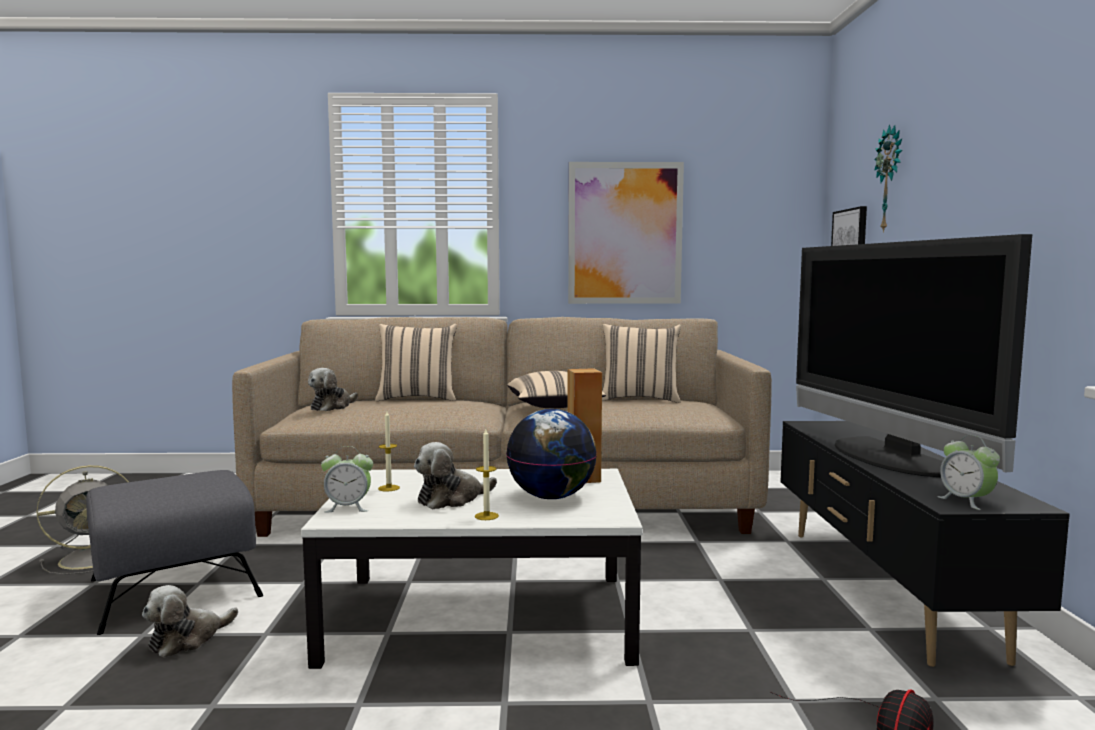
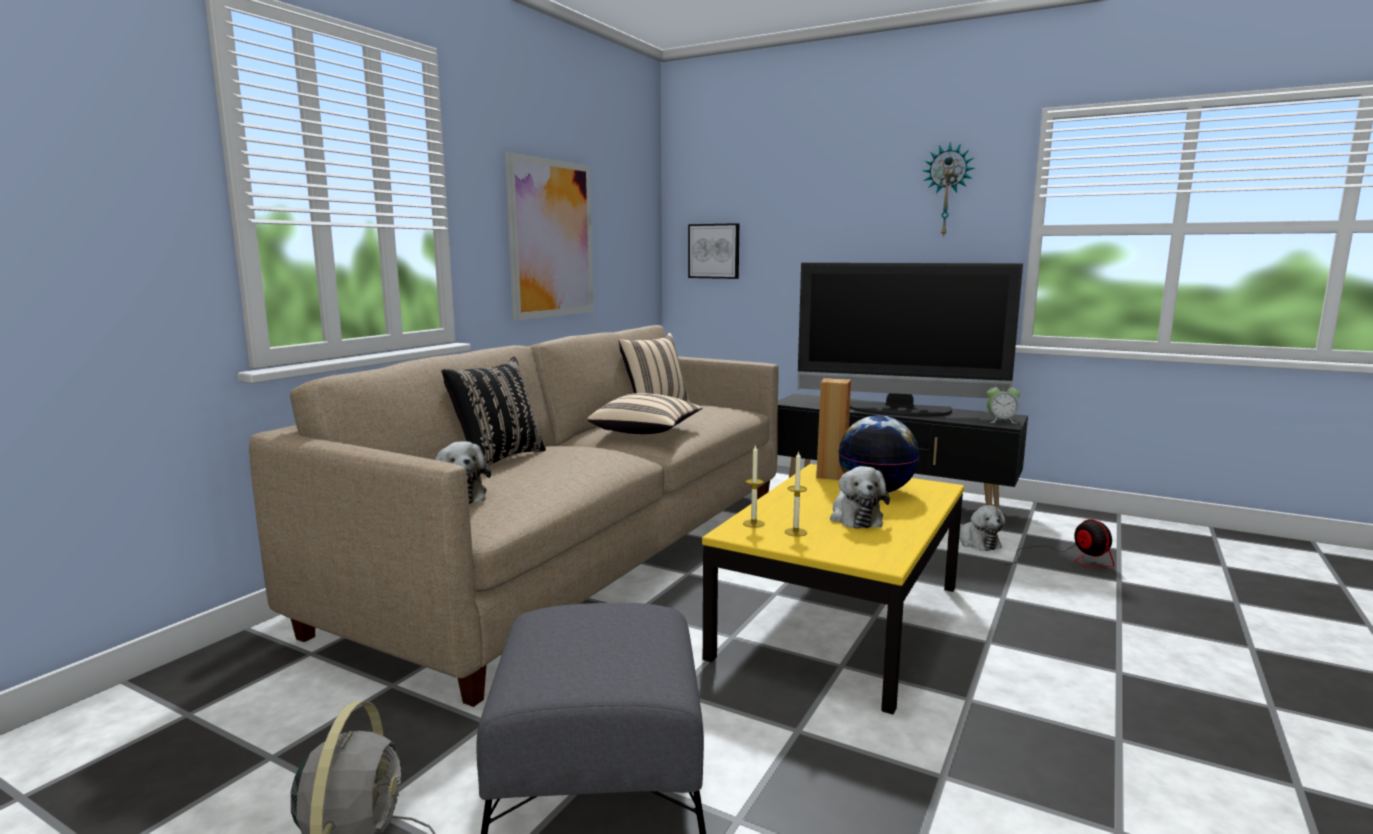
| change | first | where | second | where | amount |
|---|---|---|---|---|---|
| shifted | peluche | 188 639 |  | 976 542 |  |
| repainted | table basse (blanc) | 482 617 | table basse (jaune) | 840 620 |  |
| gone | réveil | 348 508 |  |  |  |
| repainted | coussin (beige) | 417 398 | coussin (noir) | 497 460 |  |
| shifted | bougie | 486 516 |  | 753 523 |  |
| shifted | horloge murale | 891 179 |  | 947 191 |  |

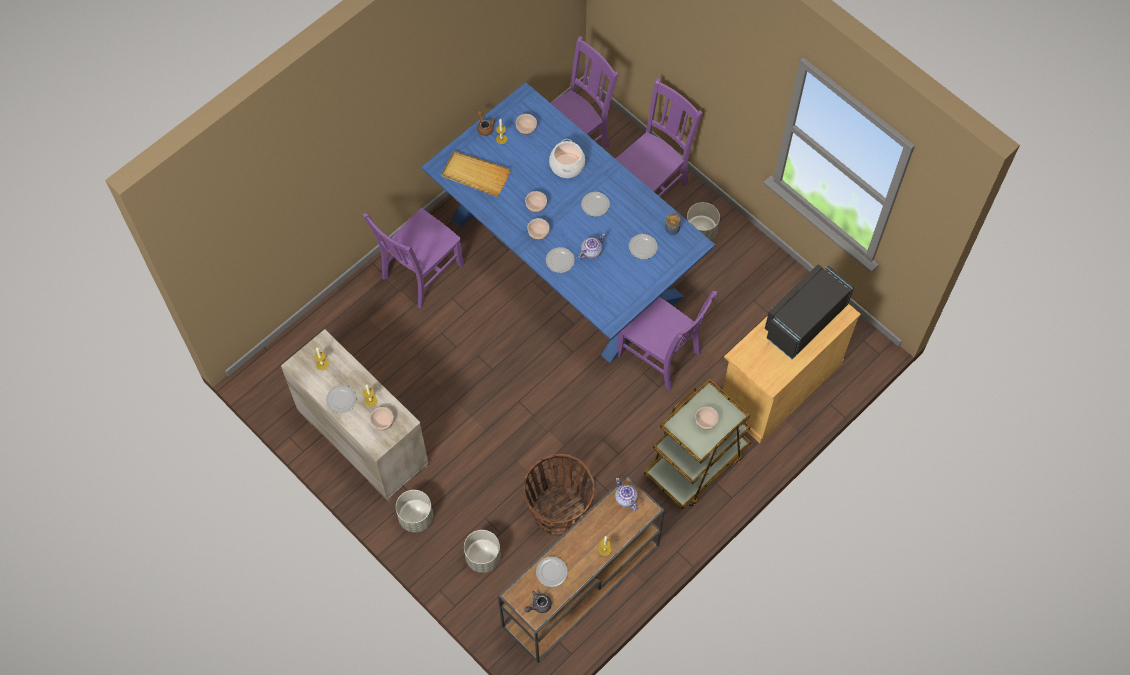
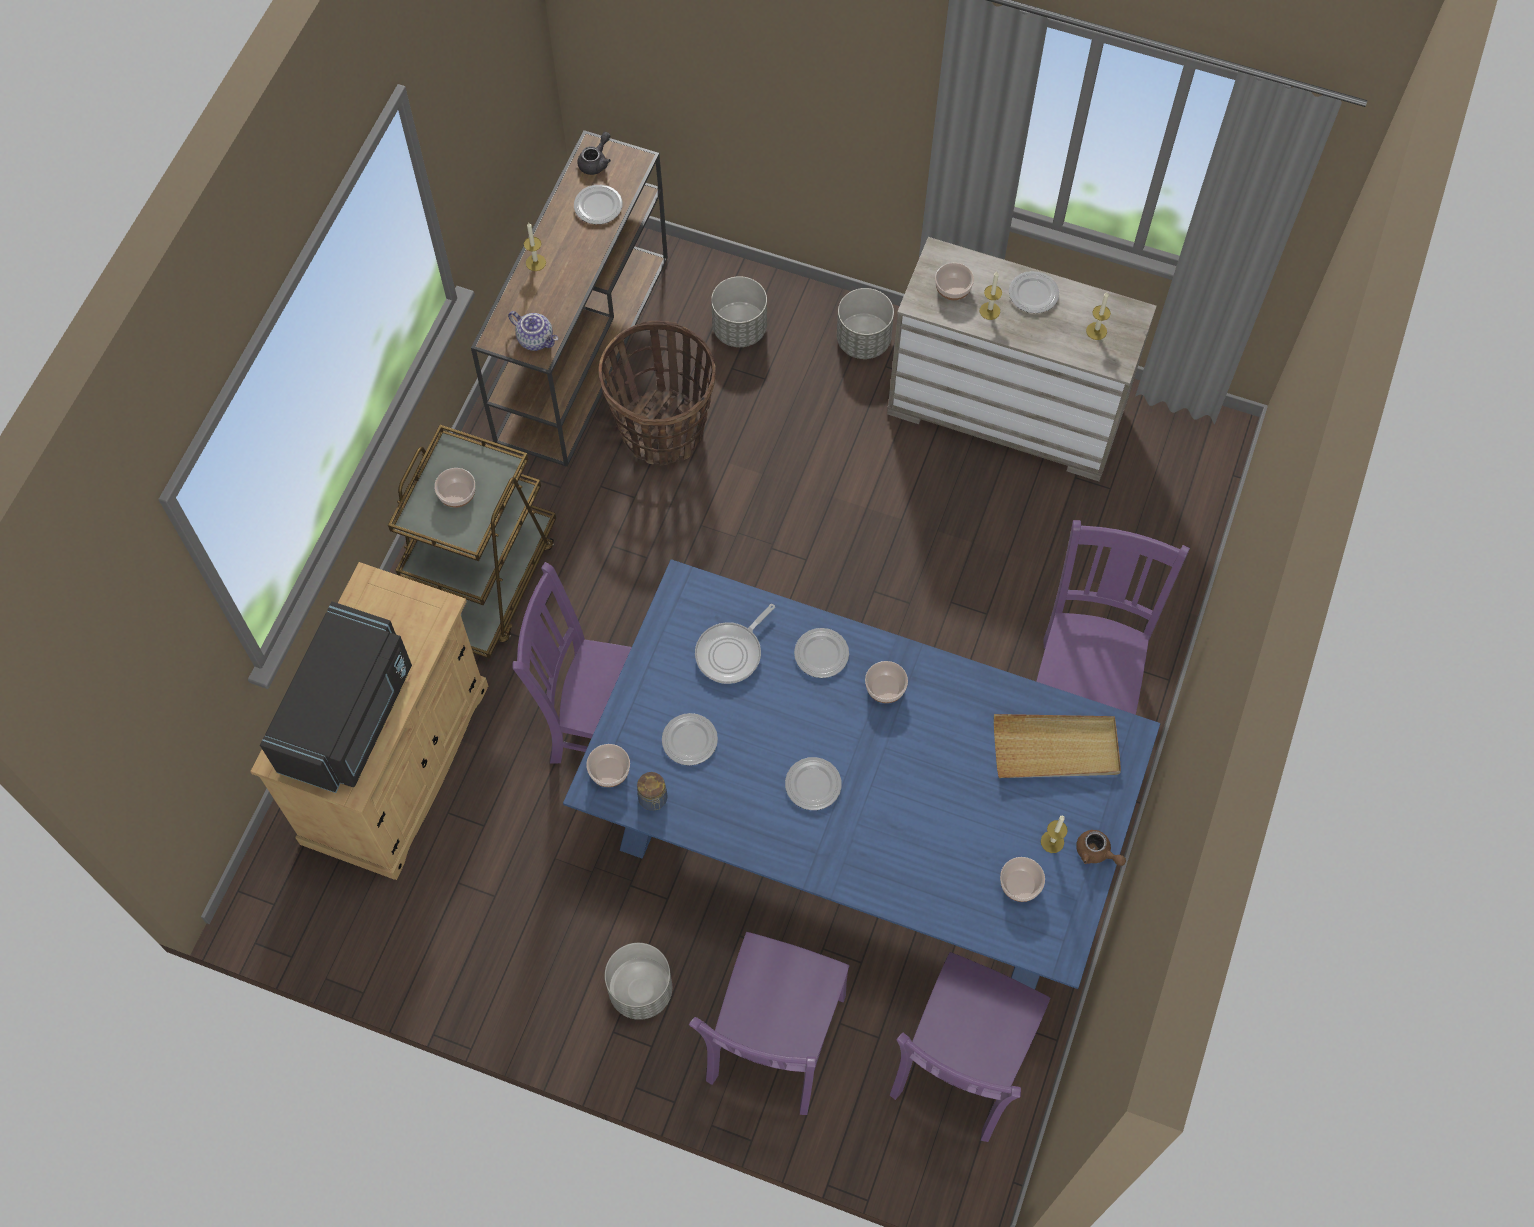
| change | first | where | second | where | amount |
|---|---|---|---|---|---|
| shifted | bol | 536 205 |  | 610 772 |  |
| gone | marmite | 567 165 |  |  |  |
| gone | théière | 591 251 |  |  |  |
| new |  |  | poêle | 731 652 |  |

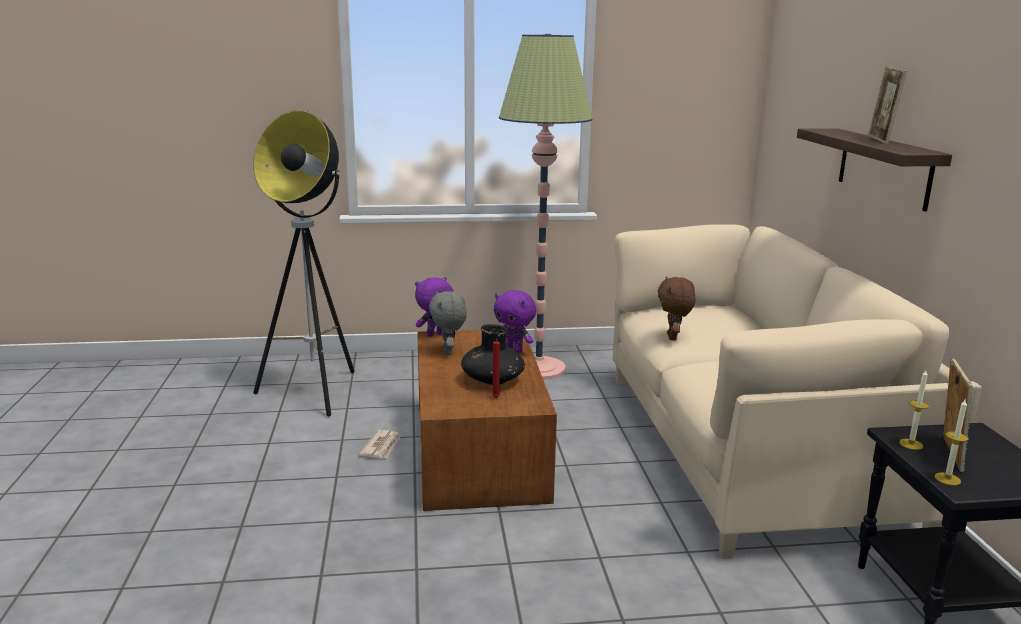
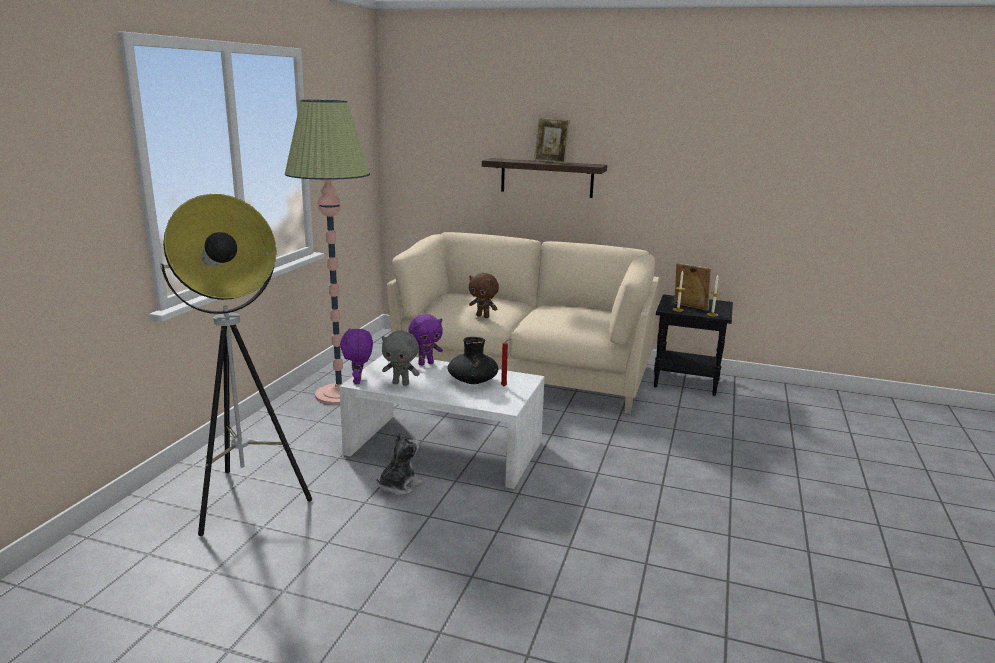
| change | first | where | second | where | amount |
|---|---|---|---|---|---|
| swapped | journal | 382 446 | peluche | 398 486 |  |
| repainted | table basse (marron) | 480 449 | table basse (blanc) | 445 448 |  |

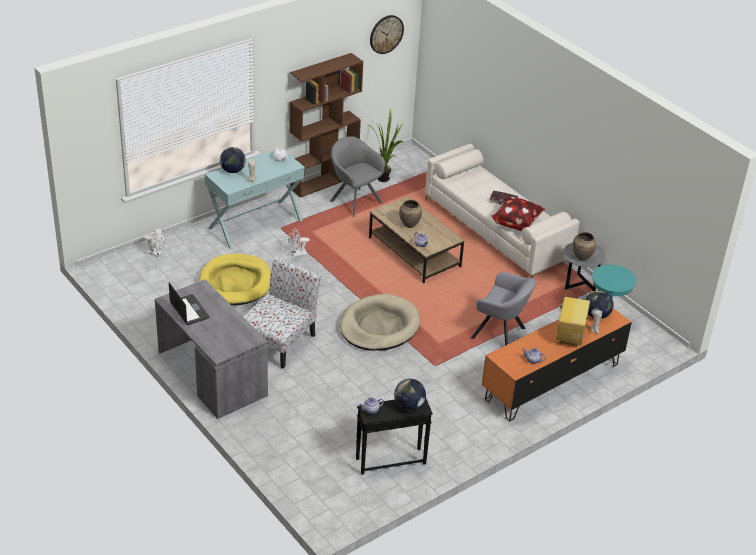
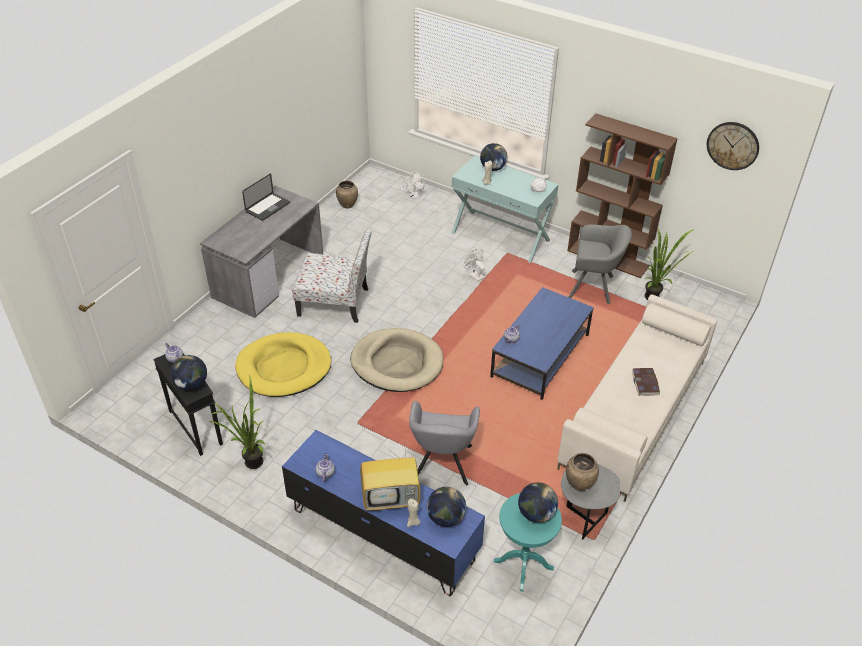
| change | first | where | second | where | amount |
|---|---|---|---|---|---|
| shifted | panier pour chien (jaune) | 235 282 |  | 284 368 |  |
| rotated | fauteuil (gris) | 354 200 |  | 594 288 | 75 degrees clockwise |
| repainted | table basse (marron) | 415 252 | table basse (bleu) | 540 356 |  |
| shifted | vase (marron) | 409 225 |  | 347 205 |  |
| repainted | meuble télé (orange) | 551 381 | meuble télé (bleu) | 382 534 |  |
| gone | coussin | 516 223 |  |  |  |
| new |  |  | plante en pot | 249 463 |  |
| new |  |  | globe | 536 514 |  |

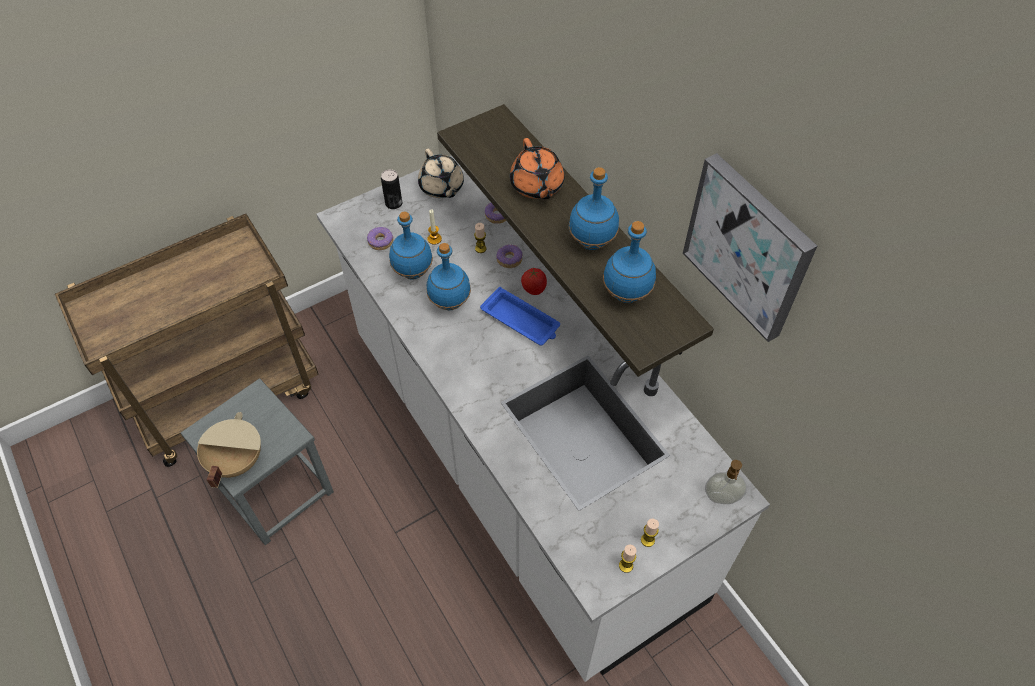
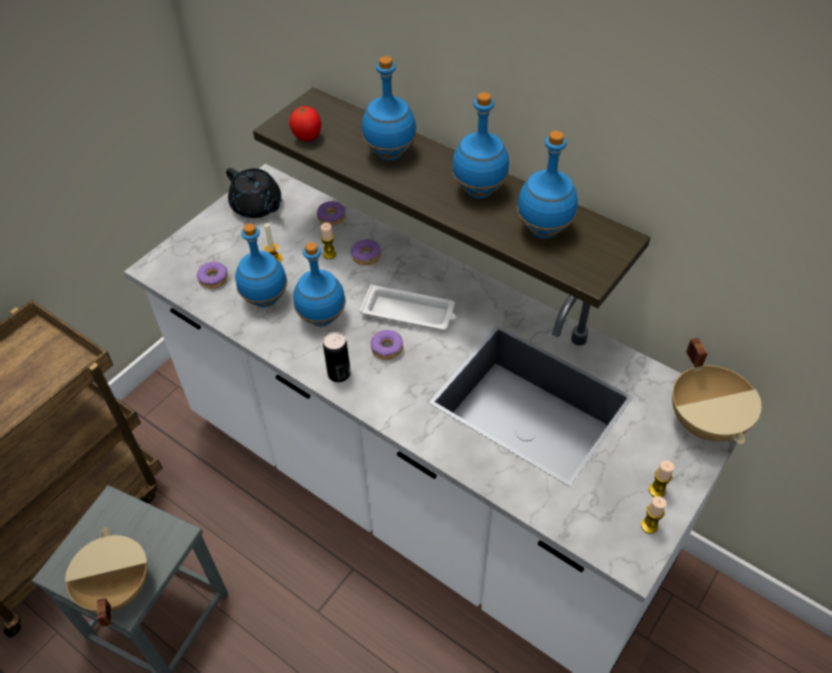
| change | first | where | second | where | amount |
|---|---|---|---|---|---|
| shifted | boîte métallique | 394 203 |  | 339 374 |  |
| repainted | théière (beige) | 442 187 | théière (noir) | 257 206 |  |
| repainted | plateau (bleu) | 521 321 | plateau (blanc) | 409 313 |  |
| swapped | théière (orange) | 537 186 | bouteille (bleu) | 391 153 |  |
| shifted | tomate | 534 290 |  | 307 138 |  |
| gone | tableau | 749 246 |  |  |  |
| swapped | distributeur de savon | 721 498 | marmite (beige) | 706 422 |  |
| new |  |  | beignet | 387 349 |  |

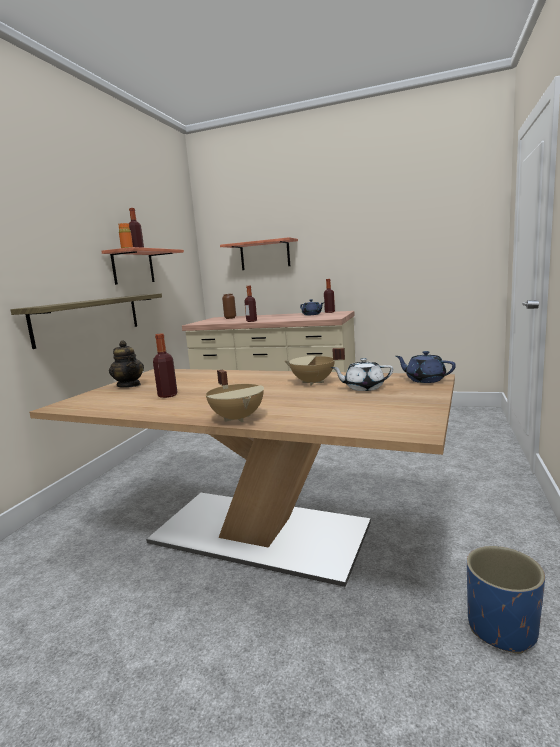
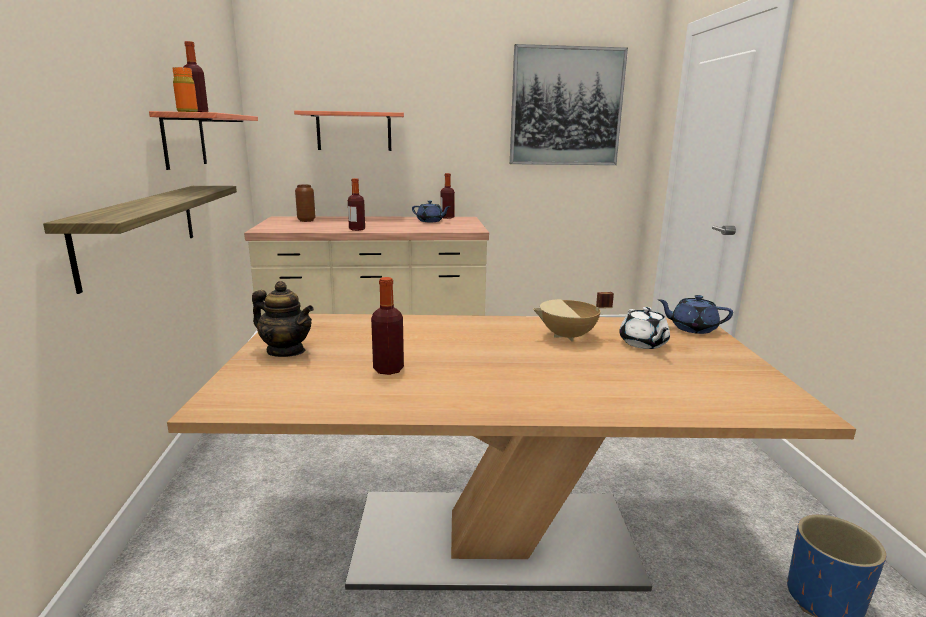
| change | first | where | second | where | amount |
|---|---|---|---|---|---|
| gone | marmite (beige) | 238 418 |  |  |  |
| rotated | théière (blanc) | 363 388 |  | 643 344 | 75 degrees counterclockwise |
| new |  |  | tableau | 566 107 |  |

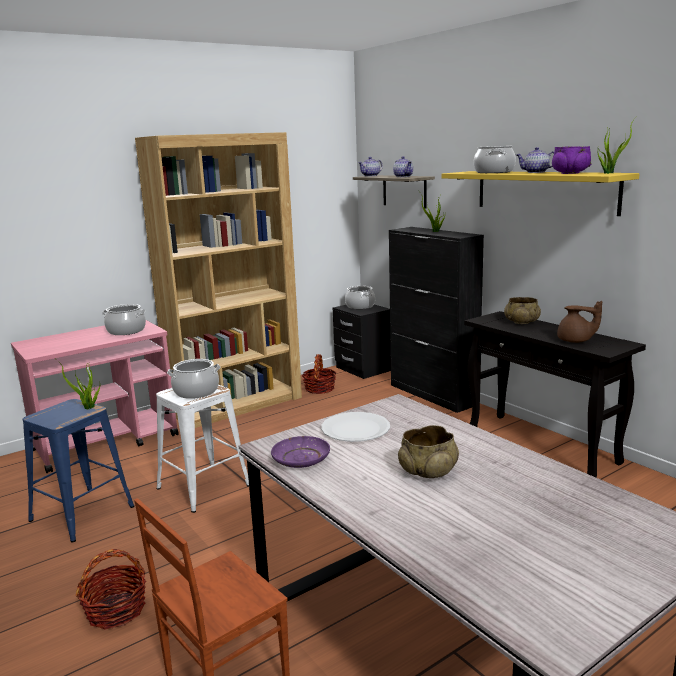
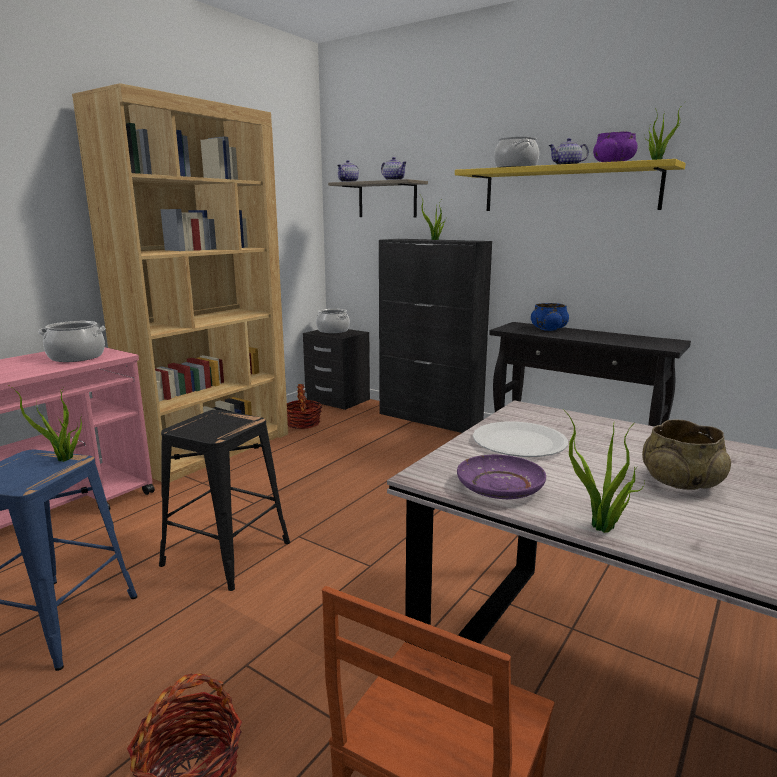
| change | first | where | second | where | amount |
|---|---|---|---|---|---|
| repainted | tabouret (blanc) | 203 486 | tabouret (noir) | 225 553 |  |
| gone | marmite | 196 391 |  |  |  |
| repainted | bol (beige) | 521 322 | bol (bleu) | 548 329 |  |
| gone | théière (marron) | 575 341 |  |  |  |
| new |  |  | plante en pot | 602 528 |  |

